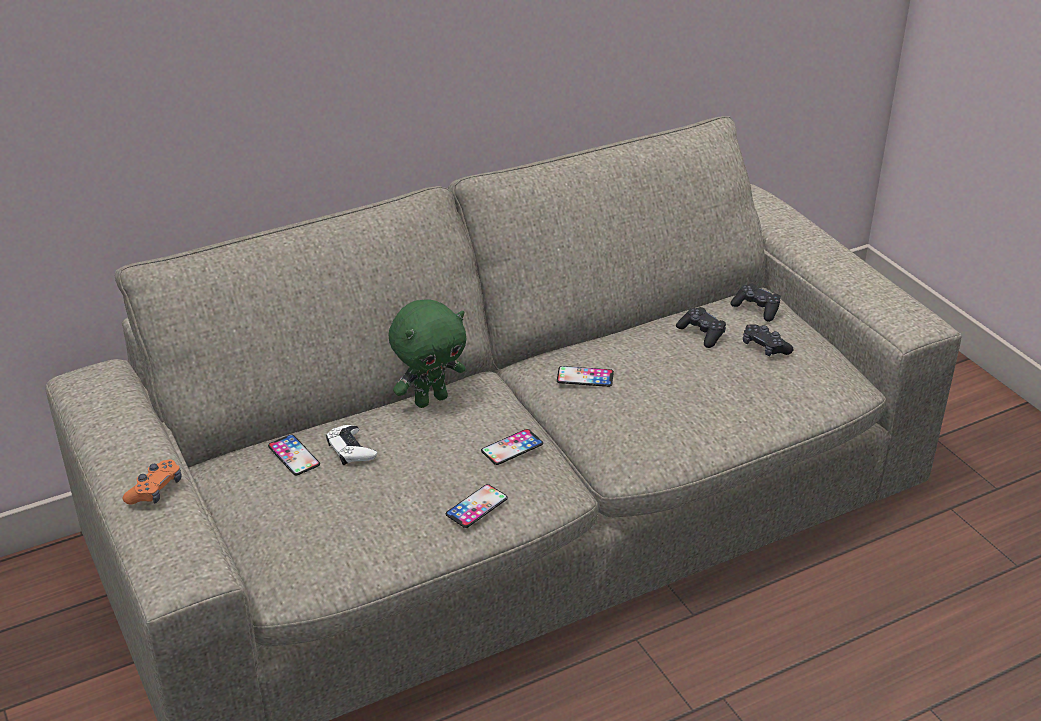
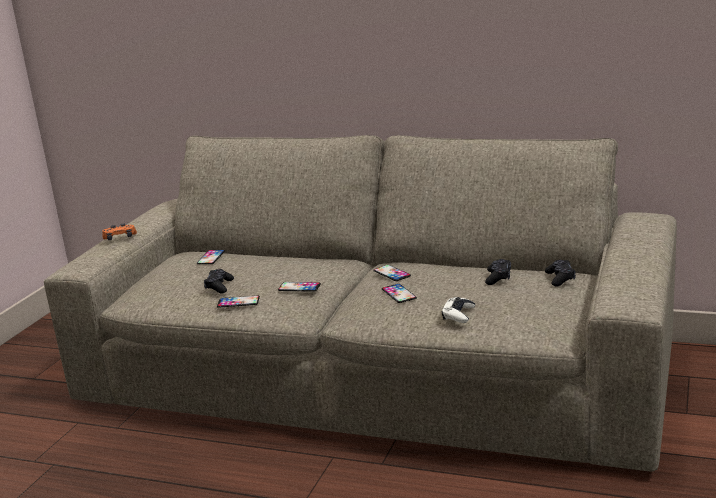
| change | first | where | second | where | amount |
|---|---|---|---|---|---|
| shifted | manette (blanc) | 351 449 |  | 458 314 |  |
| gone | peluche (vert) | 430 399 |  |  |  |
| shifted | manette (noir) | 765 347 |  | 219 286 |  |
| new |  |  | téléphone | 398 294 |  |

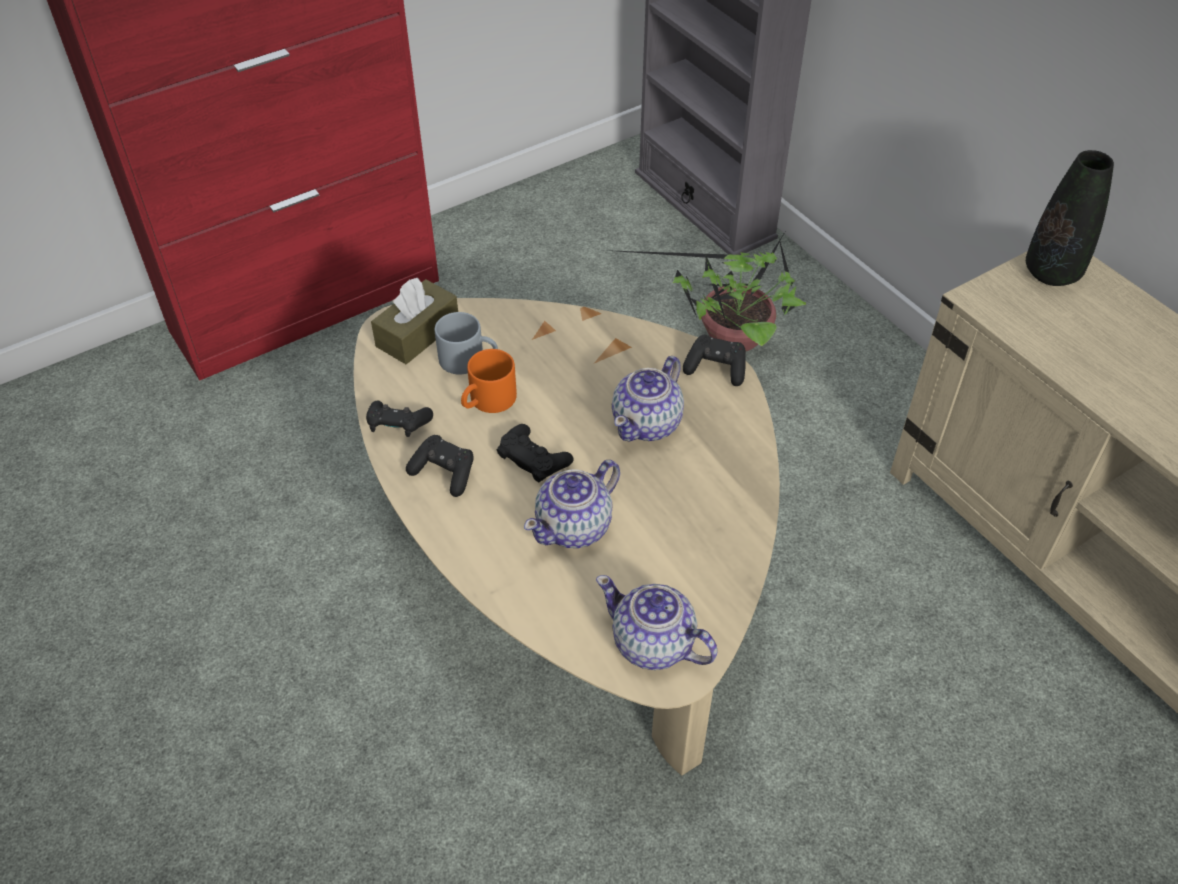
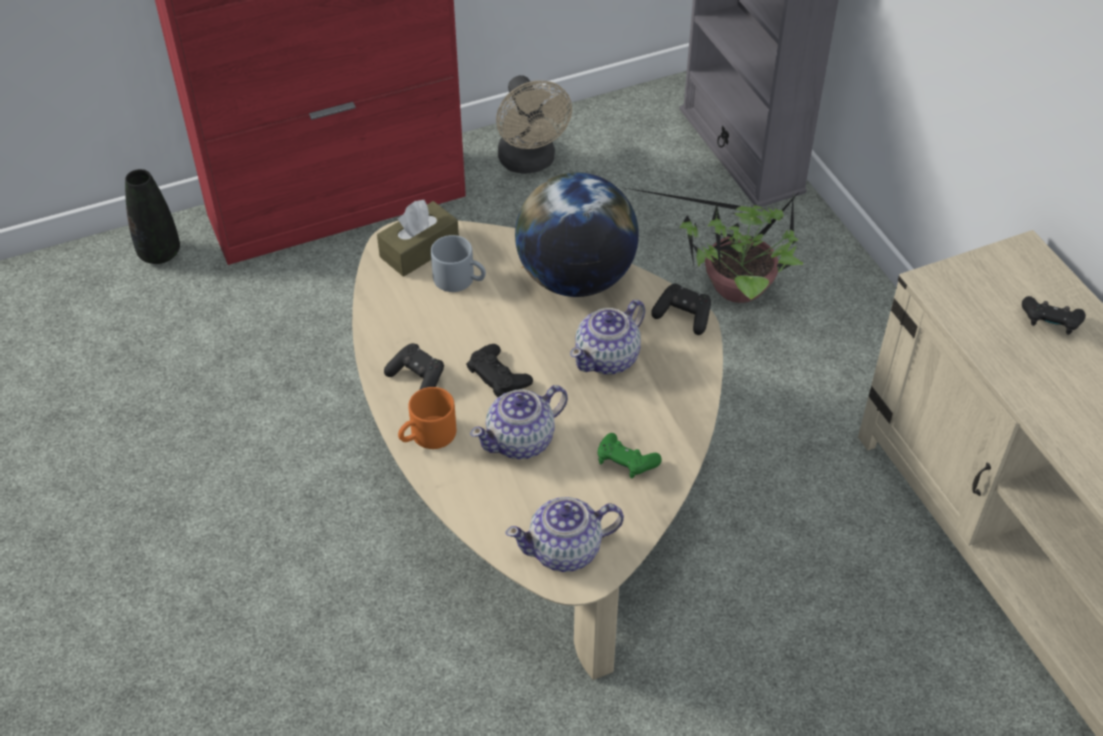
| change | first | where | second | where | amount |
|---|---|---|---|---|---|
| shifted | manette (noir) | 398 427 |  | 1049 324 |  |
| shifted | mug (orange) | 488 401 |  | 427 436 |  |
| rotated | théière | 653 644 |  | 566 550 | 60 degrees counterclockwise |
| shifted | vase (noir) | 1051 273 |  | 159 253 |  |
| new |  |  | ventilateur (beige) | 530 162 |  |
| new |  |  | globe | 575 278 |  |
| new |  |  | manette (vert) | 625 464 |  |

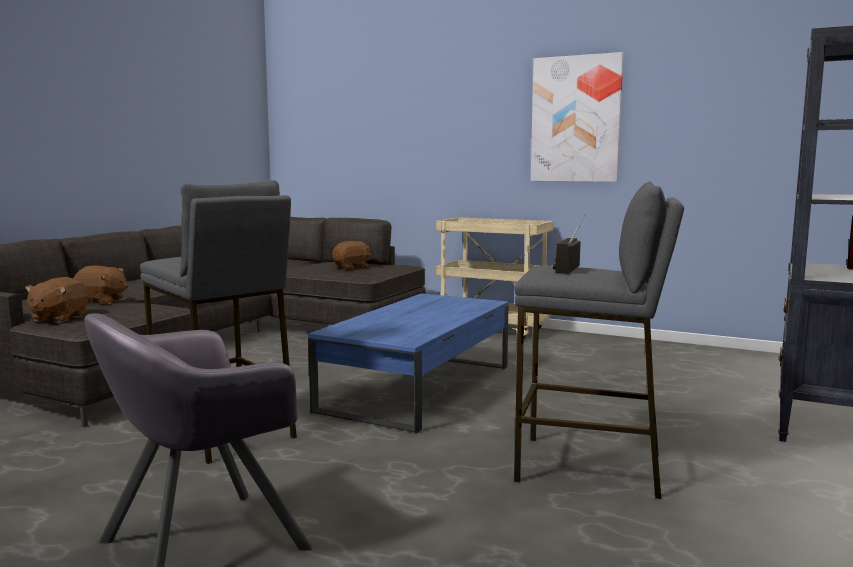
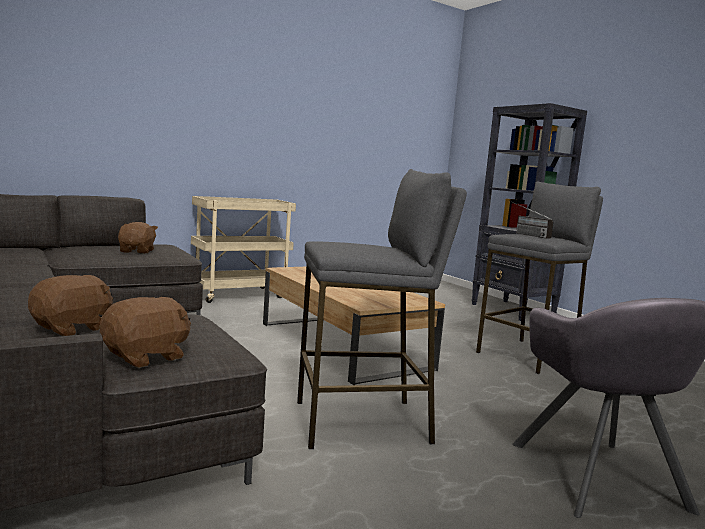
| change | first | where | second | where | amount |
|---|---|---|---|---|---|
| rotated | peluche (marron) | 59 318 |  | 147 357 | 90 degrees counterclockwise |
| repainted | table basse (bleu) | 419 387 | table basse (marron) | 341 344 |  |
| gone | tableau | 576 119 |  |  |  |

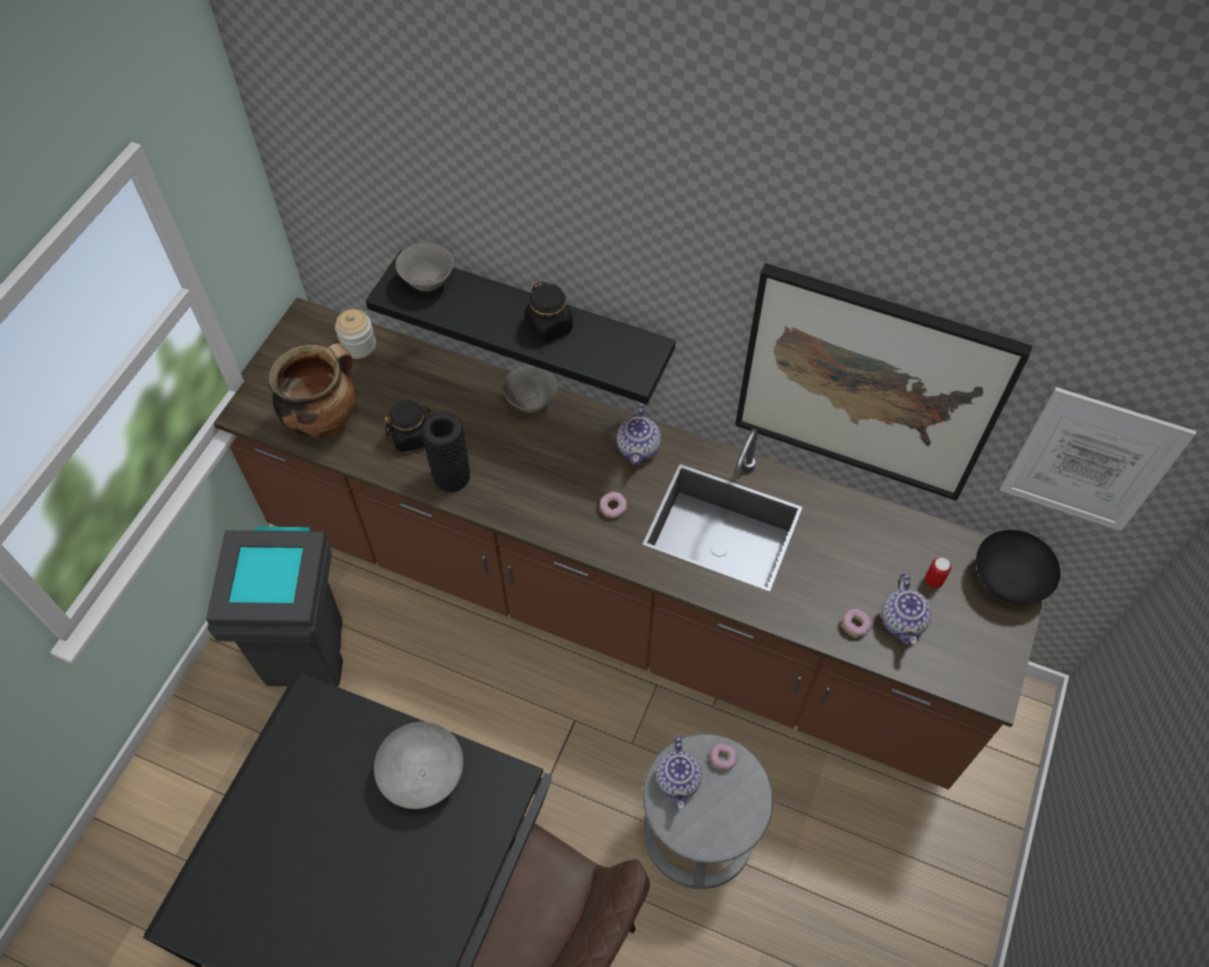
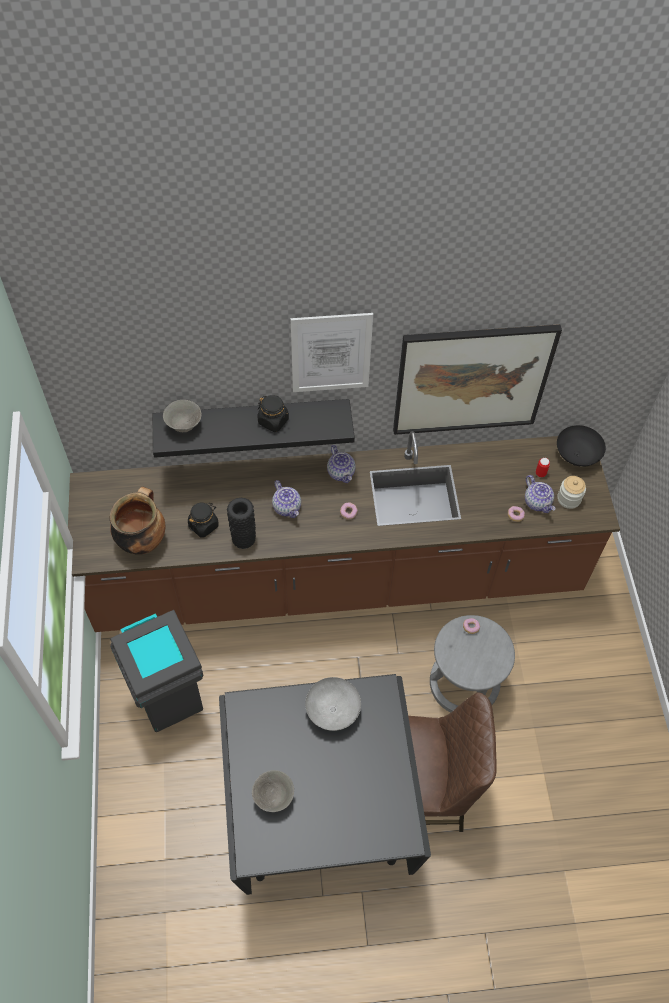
| change | first | where | second | where | amount |
|---|---|---|---|---|---|
| shifted | bocal | 359 346 |  | 568 499 |  |
| shifted | bol (gris) | 531 403 |  | 274 797 |  |
| shifted | théière | 678 780 |  | 287 507 |  |
| shifted | tableau | 1090 461 |  | 331 353 |  |

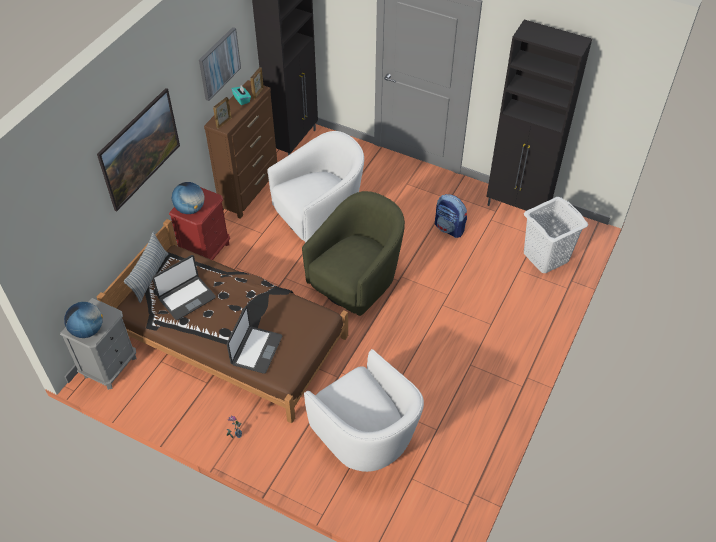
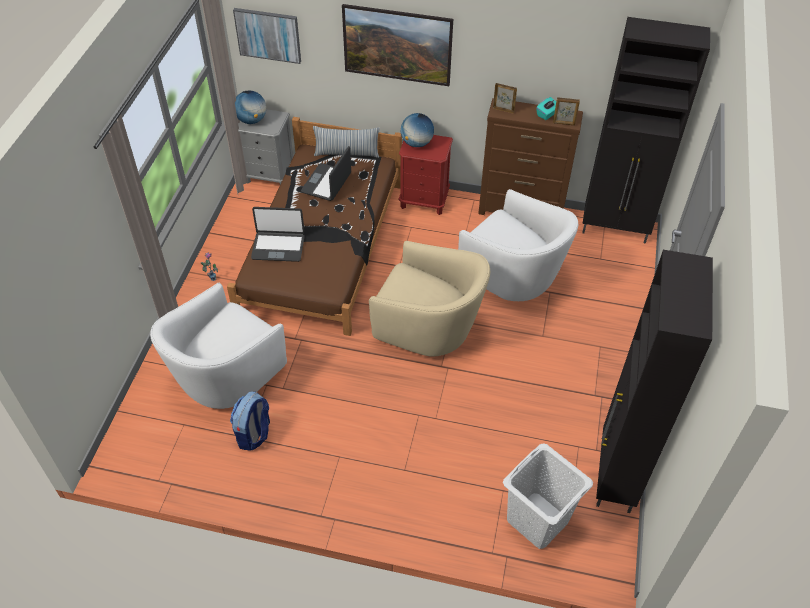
| change | first | where | second | where | amount |
|---|---|---|---|---|---|
| rotated | ordinateur portable | 187 298 |  | 327 183 | 75 degrees clockwise |
| shifted | tableau | 219 63 |  | 268 35 |  |
| repainted | fauteuil (vert) | 357 280 | fauteuil (beige) | 428 328 |  |
| shifted | sac à dos | 449 228 |  | 254 434 |  |

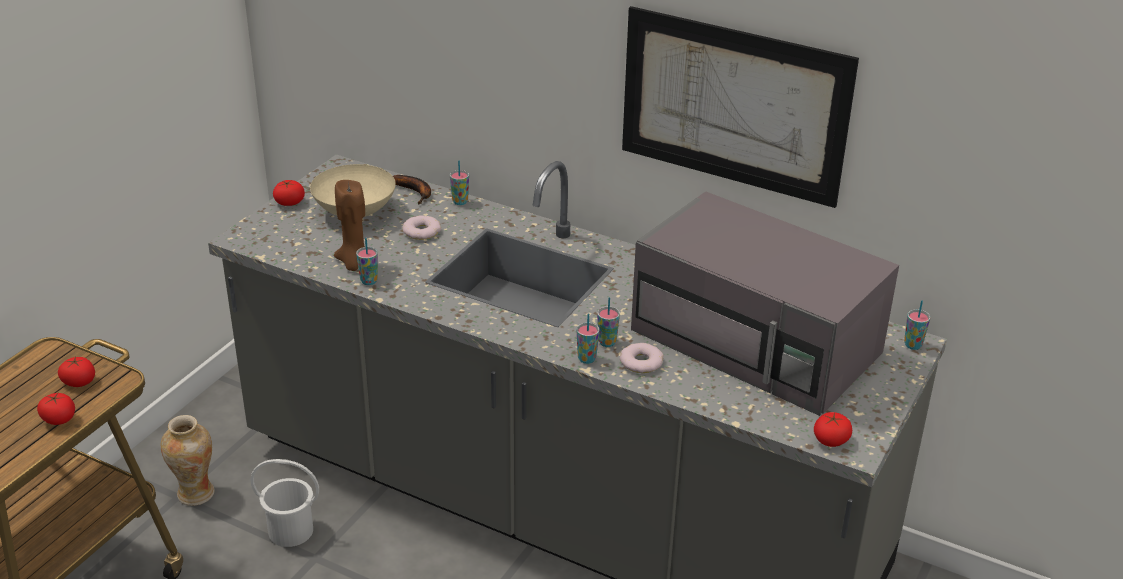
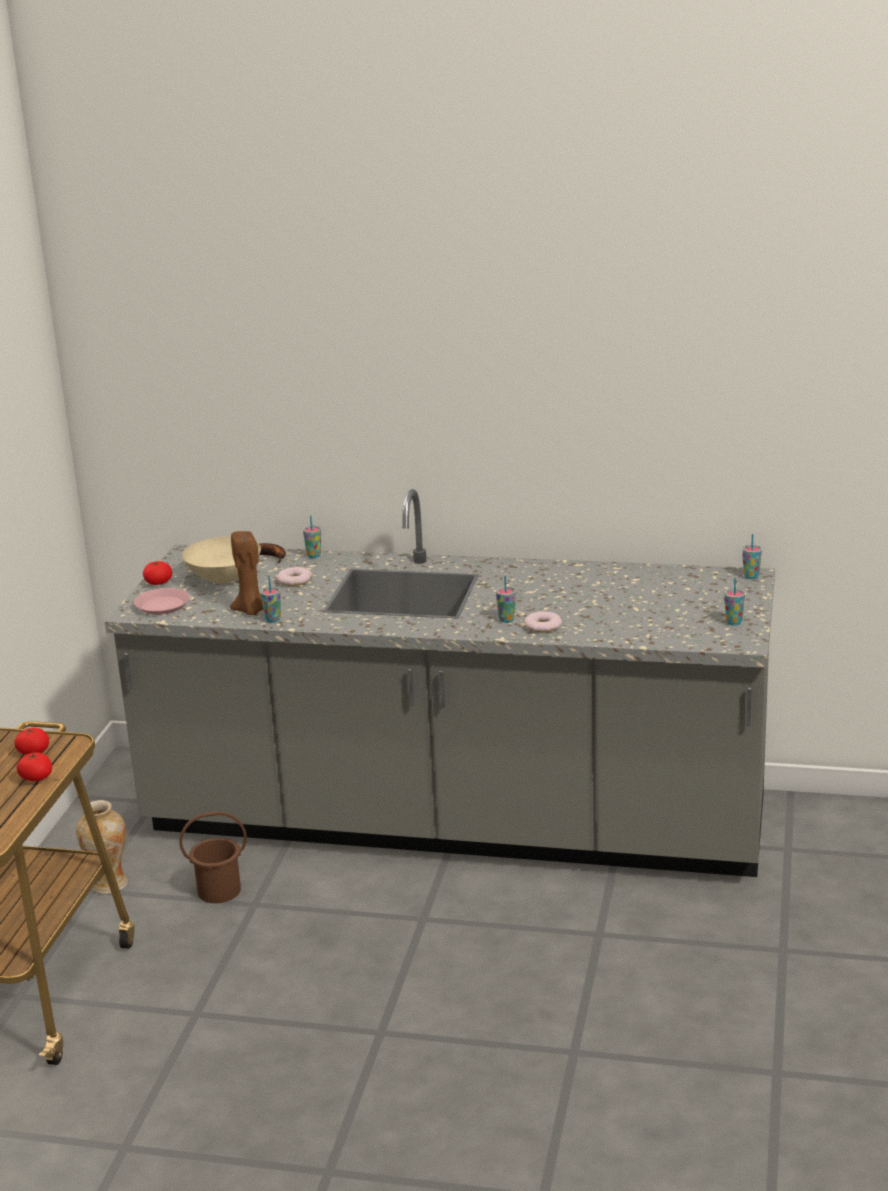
| change | first | where | second | where | amount |
|---|---|---|---|---|---|
| repainted | seau (blanc) | 290 530 | seau (marron) | 218 890 |  |
| shifted | tasse | 586 359 |  | 733 622 |  |
| gone | tableau | 733 106 |  |  |  |
| gone | micro-ondes (gris) | 758 342 |  |  |  |
| gone | tomate | 830 440 |  |  |  |
| new |  |  | assiette (rose) | 162 606 |  |

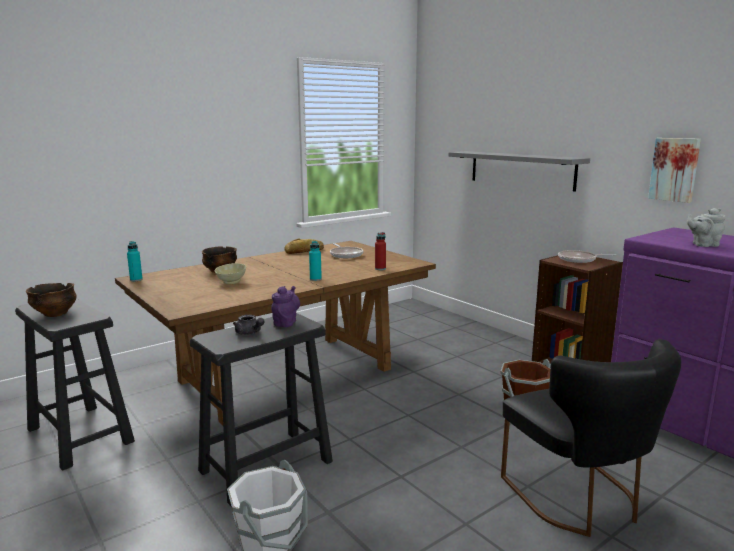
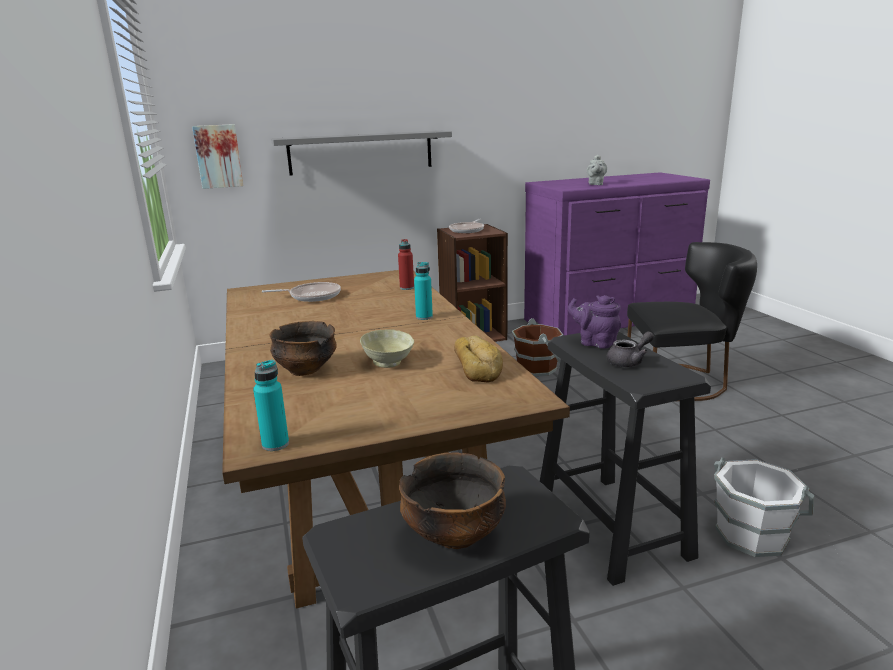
| change | first | where | second | where | amount |
|---|---|---|---|---|---|
| shifted | pain | 305 251 |  | 477 365 |  |
| shifted | tableau | 674 169 |  | 218 156 |  |

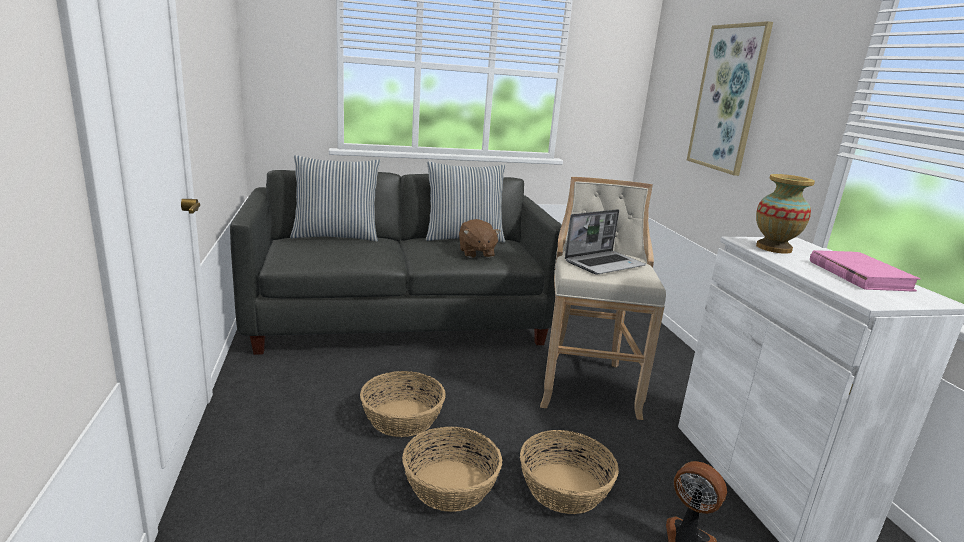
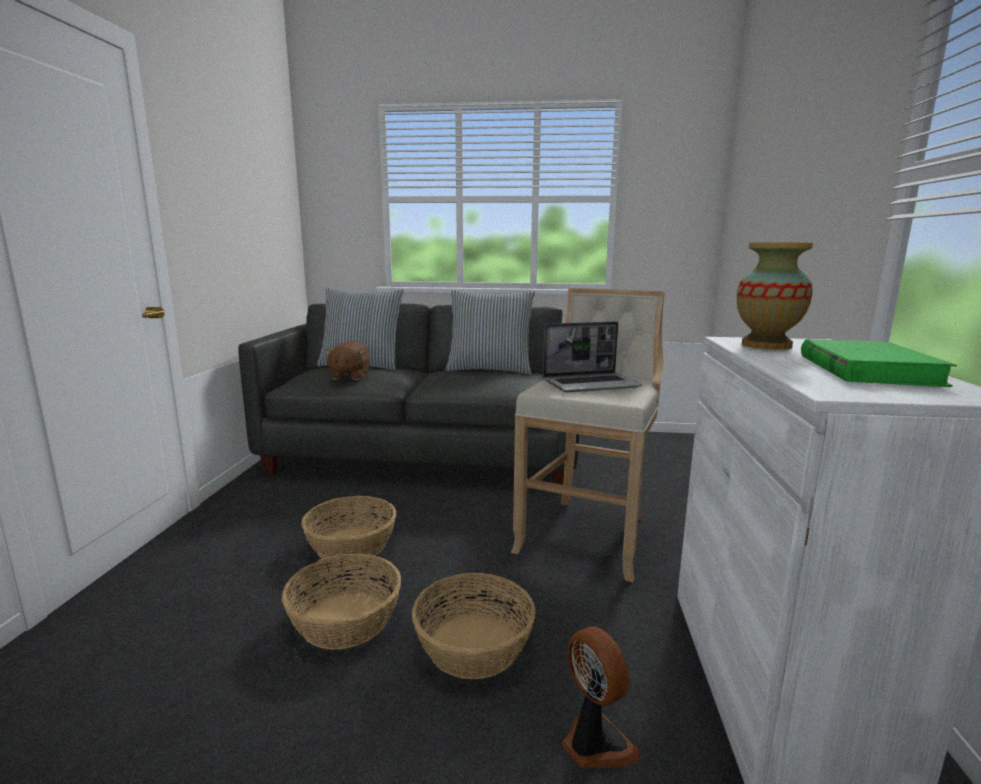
| change | first | where | second | where | amount |
|---|---|---|---|---|---|
| shifted | peluche (marron) | 476 253 |  | 349 376 |  |
| gone | tableau | 728 98 |  |  |  |
| repainted | livre (rose) | 859 275 | livre (vert) | 866 370 |  |

